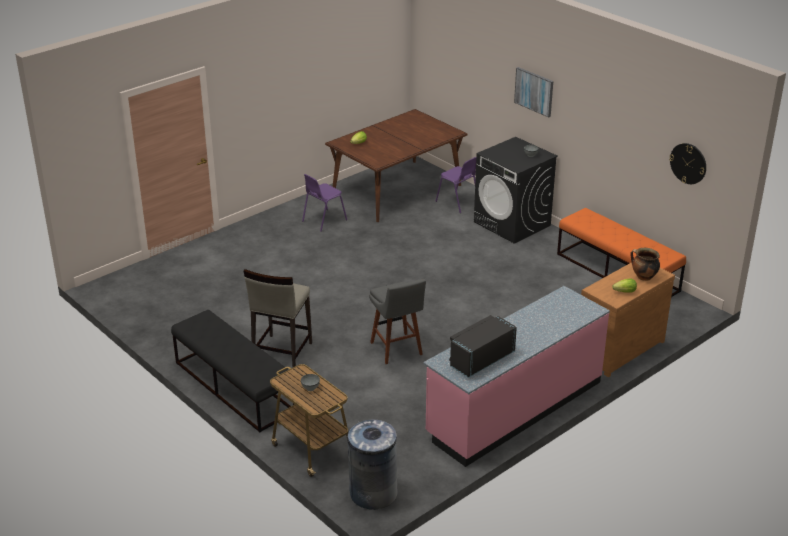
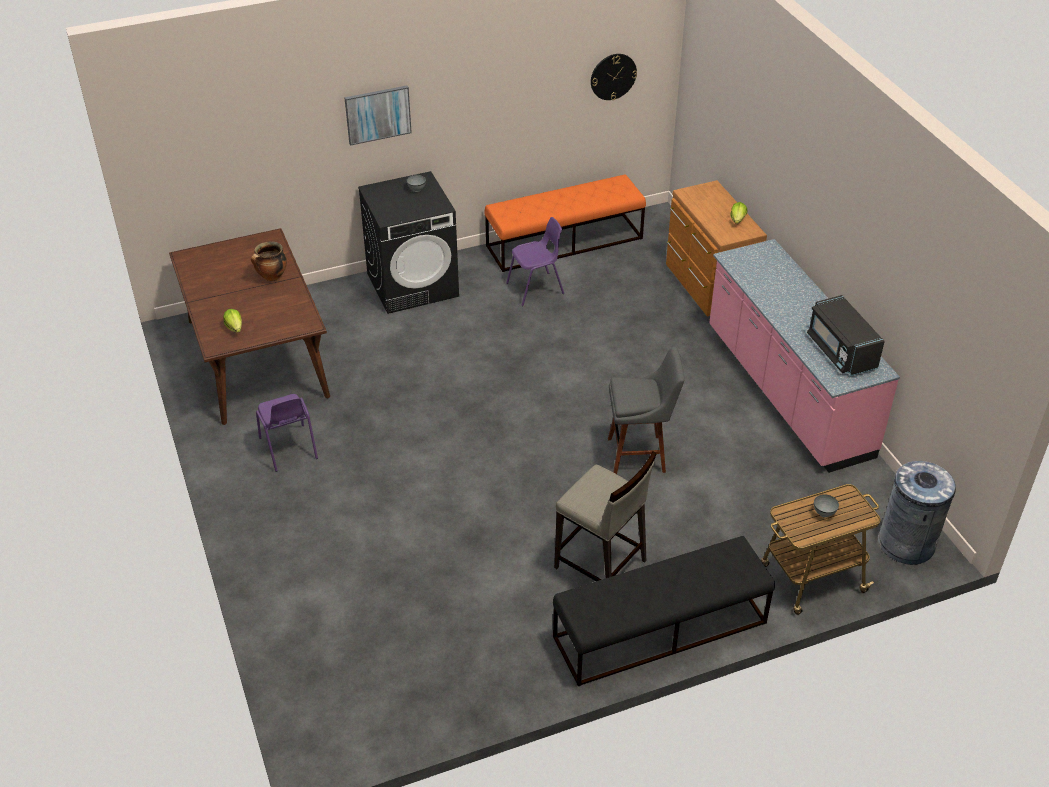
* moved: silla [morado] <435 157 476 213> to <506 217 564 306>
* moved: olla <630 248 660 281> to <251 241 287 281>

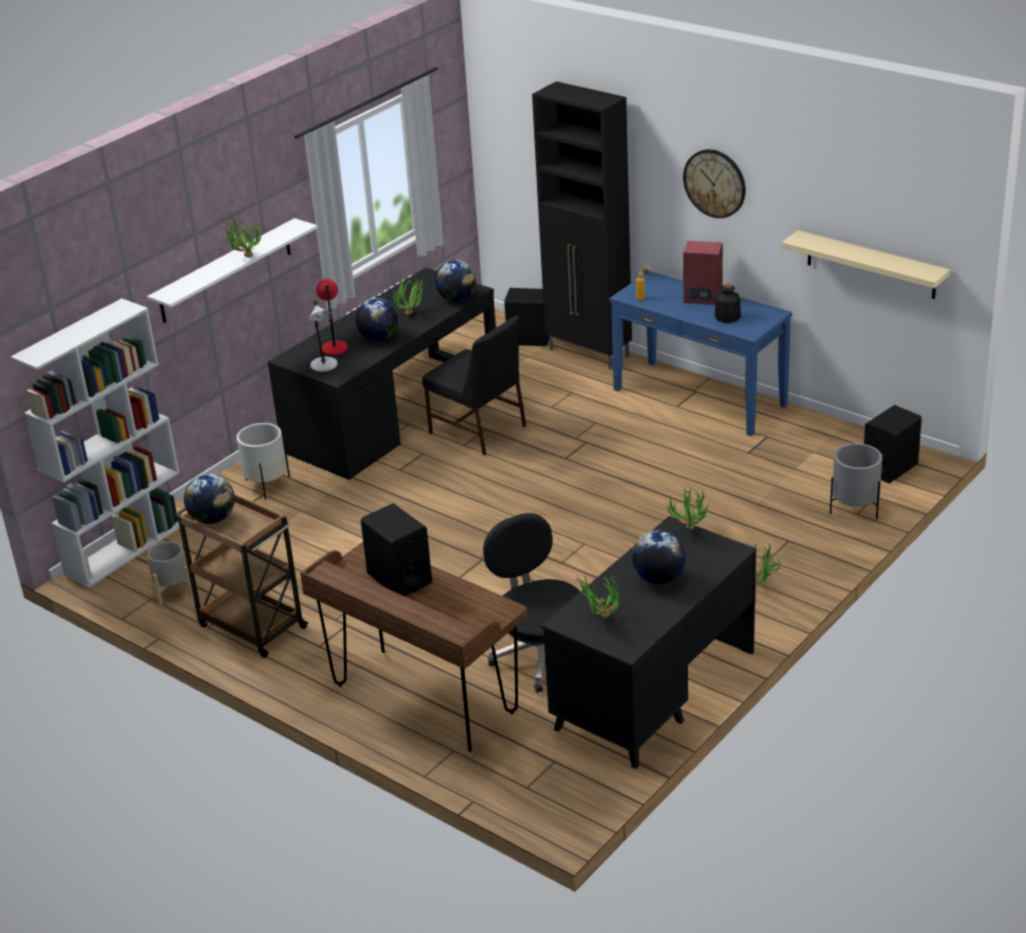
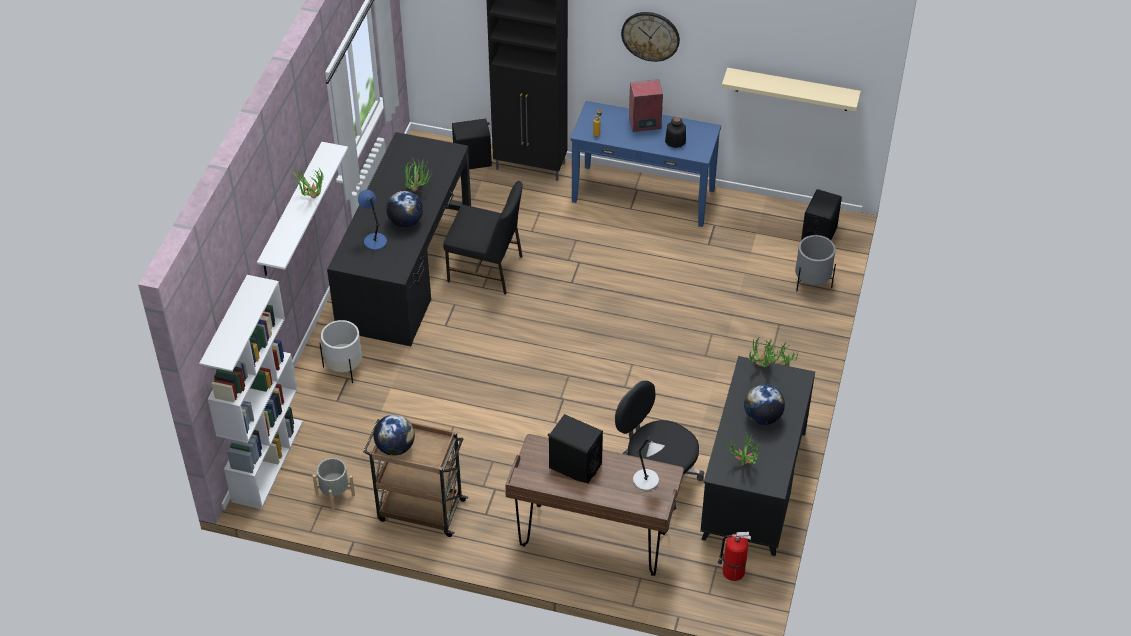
* moved: lámpara de mesa [gris] <308 300 338 372> to <633 436 665 491>
* recoloured: lámpara de mesa [rojo] <316 279 348 355> to lámpara de mesa [azul] <358 190 387 250>
* removed: globo terráqueo <435 260 476 302>
* added: extintor <718 532 751 581>

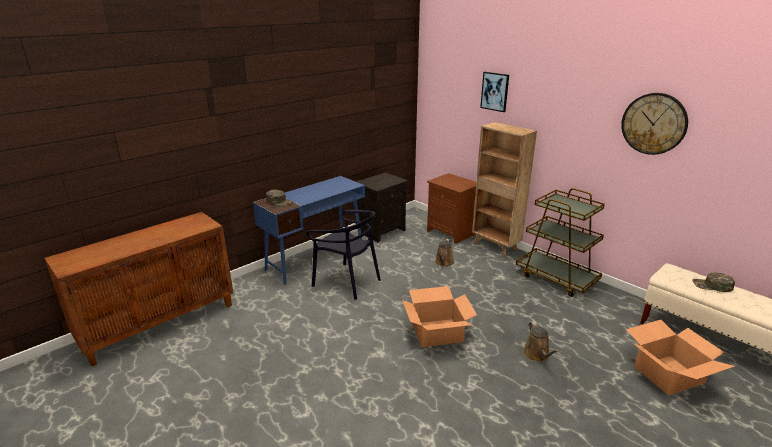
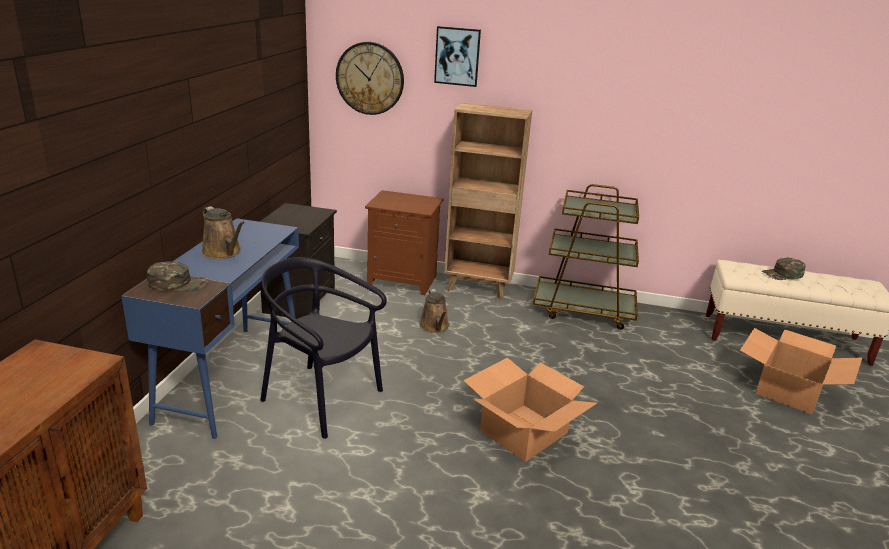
* turned: silla [negro] <306 210 381 300> = <260 257 387 439> 150 degrees counterclockwise
* moved: regadera [marrón] <523 321 559 362> to <201 206 245 259>
* moved: reloj de pared <621 93 688 155> to <336 42 404 115>

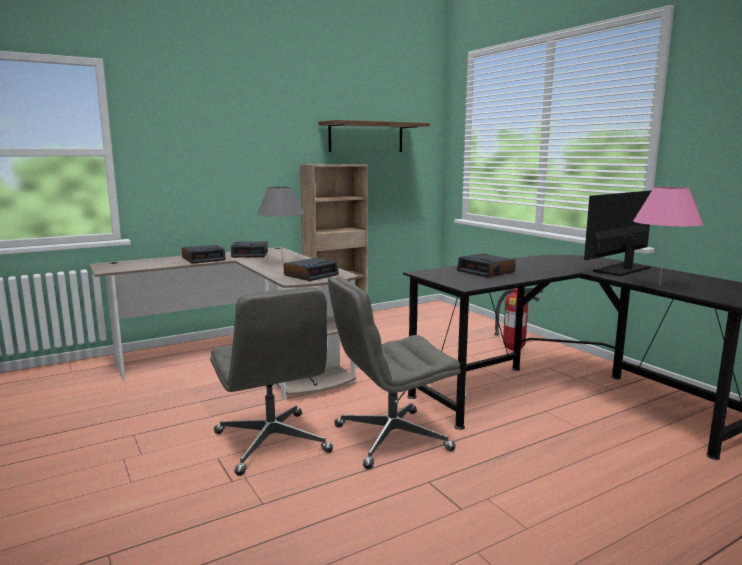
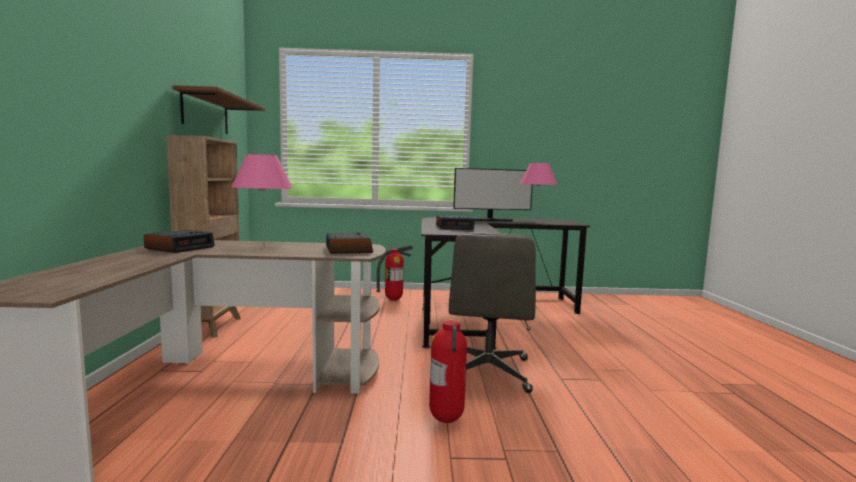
* removed: despertador <182 245 226 264>
* replaced: silla de oficina [gris] <210 287 333 476> to extintor <429 321 467 423>
* recoloured: lámpara de mesa [gris] <257 187 305 263> to lámpara de mesa [rosa] <231 154 293 240>
* turned: monitor <584 190 652 276> = <453 168 533 221> 90 degrees counterclockwise

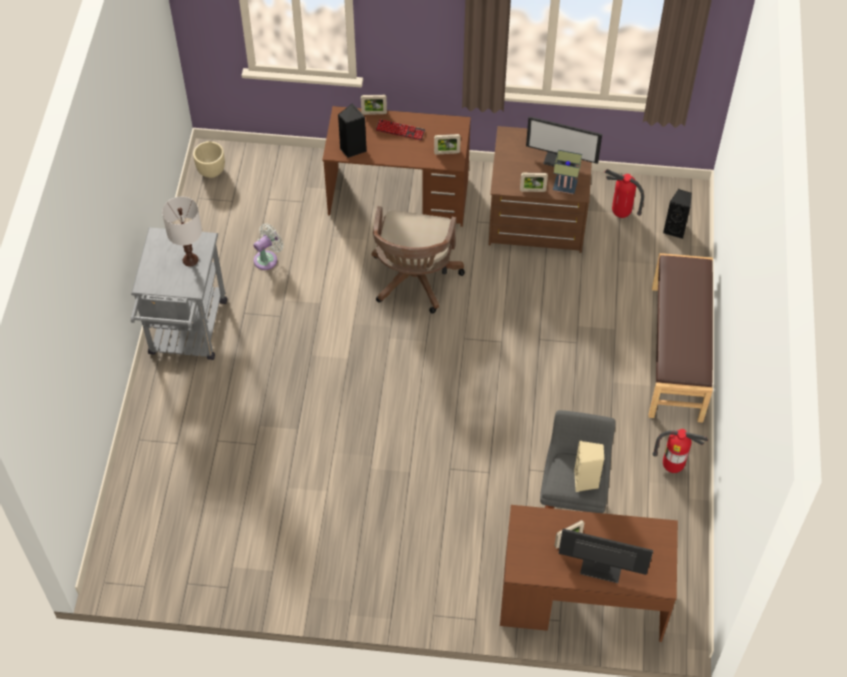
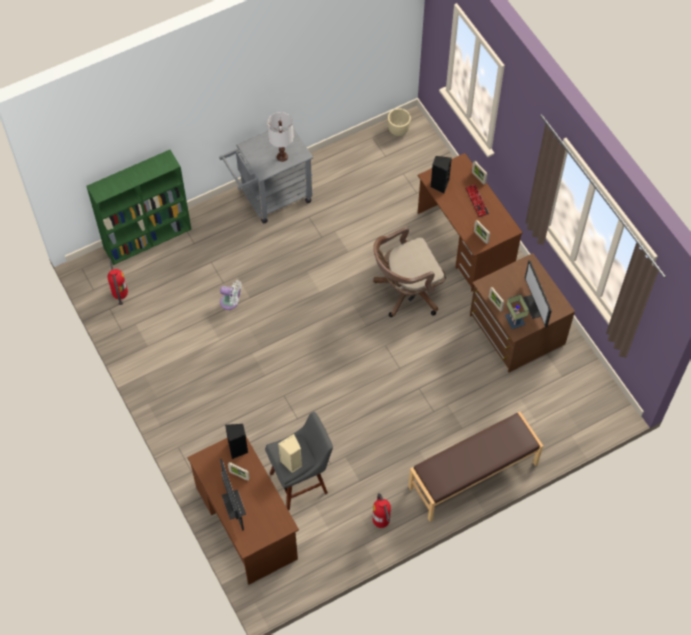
* moved: ventilador [blanco] <253 224 283 270> to <220 280 242 310>
* moved: extintor <605 169 644 218> to <108 257 128 305>
* moved: altavoz [negro] <663 189 692 239> to <225 424 248 459>
* added: estantería [verde] <86 150 192 265>

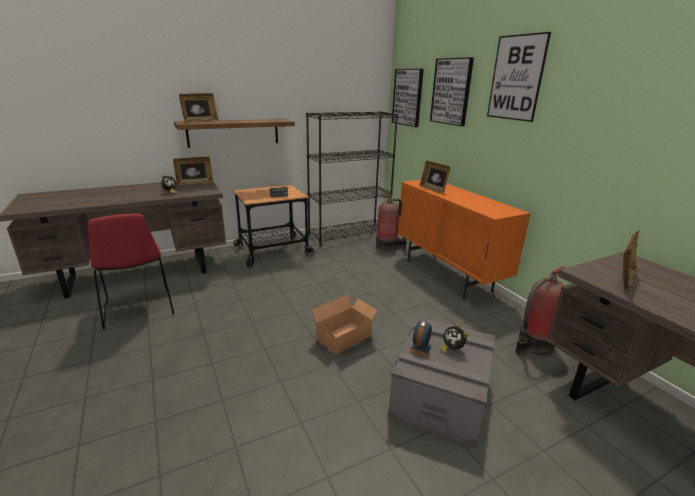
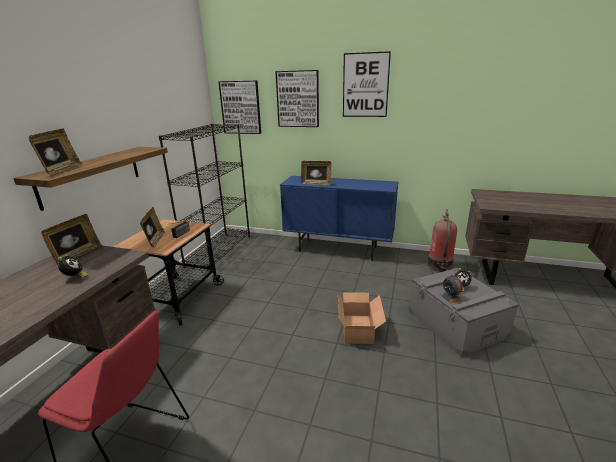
* removed: extintor <376 193 407 251>
* recoloured: armario [naranja] <398 180 531 300> to armario [azul] <280 176 398 261>
* moved: portarretratos <623 231 639 292> to <140 207 165 248>

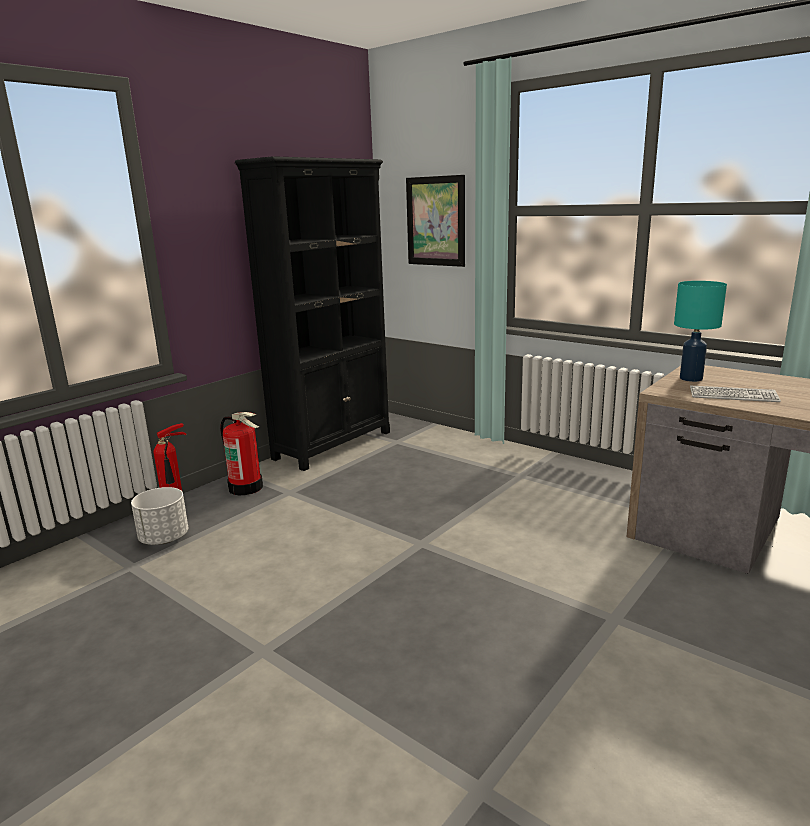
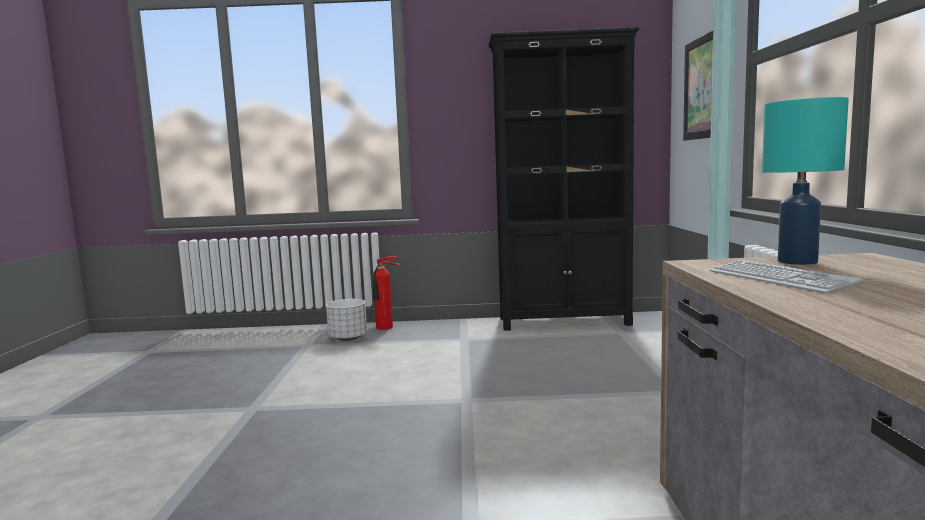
* removed: extintor <220 412 263 495>

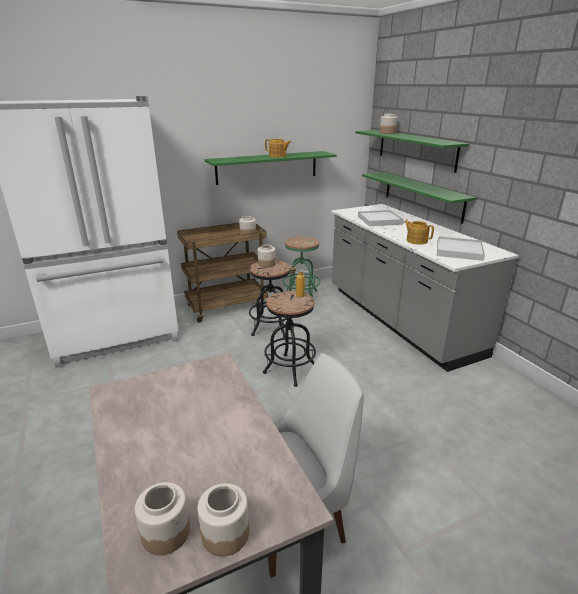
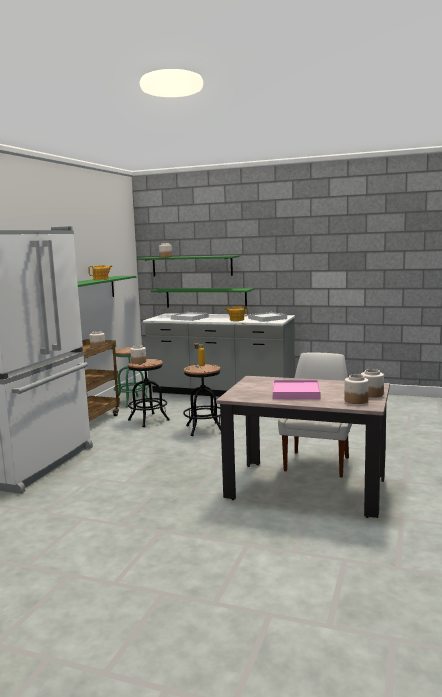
* added: bandeja [rosa] <273 380 321 399>

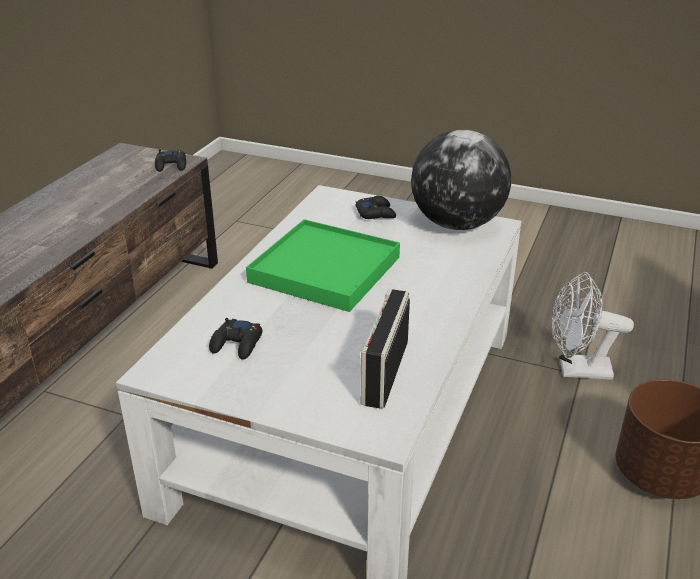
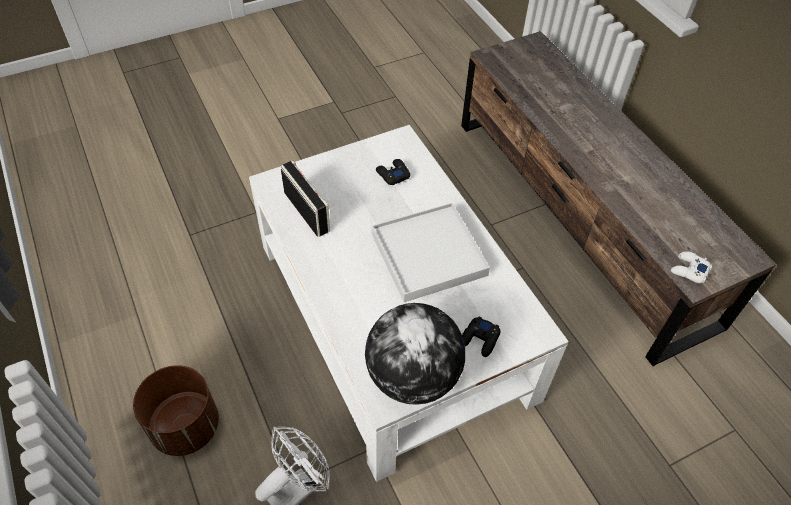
* recoloured: mando de consola [negro] <155 149 186 172> to mando de consola [blanco] <671 251 712 283>
* recoloured: bandeja [verde] <246 219 400 312> to bandeja [blanco] <372 203 490 302>

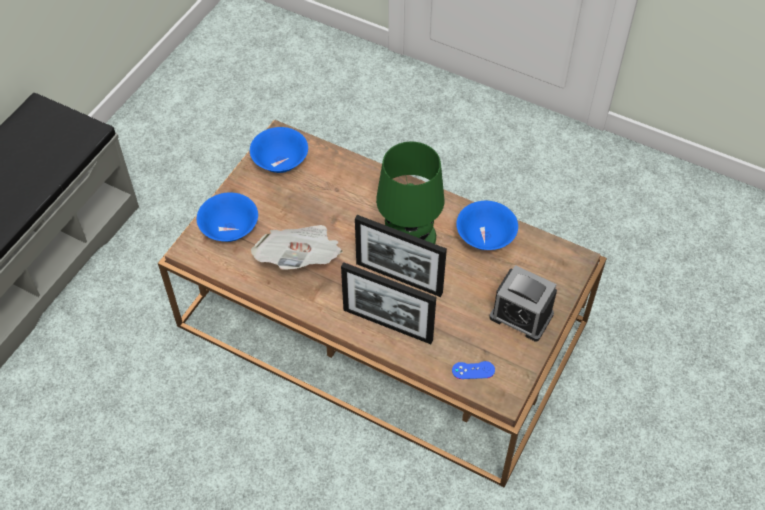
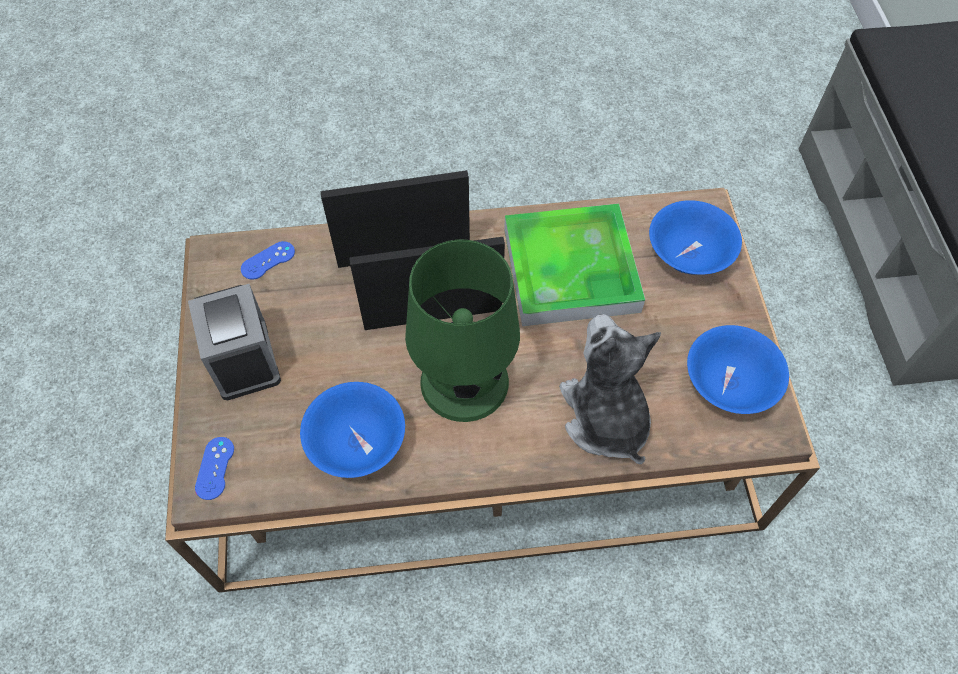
* replaced: periódico <251 225 343 270> to bandeja <504 204 645 326>
* turned: despertador <489 265 557 341> = <188 284 281 400> 75 degrees clockwise
* added: mando de consola [azul] <195 437 234 500>
* added: peluche <559 314 661 464>

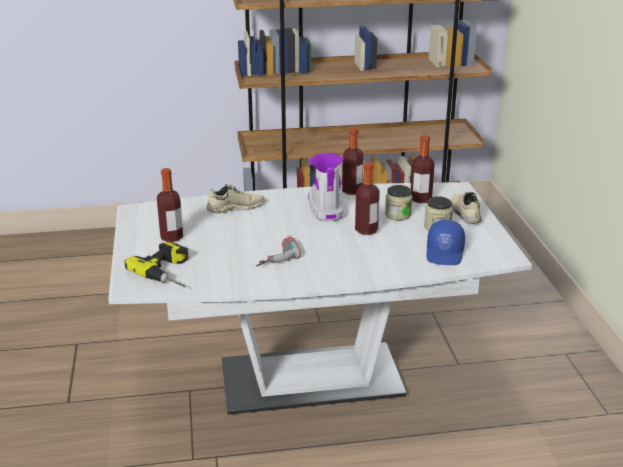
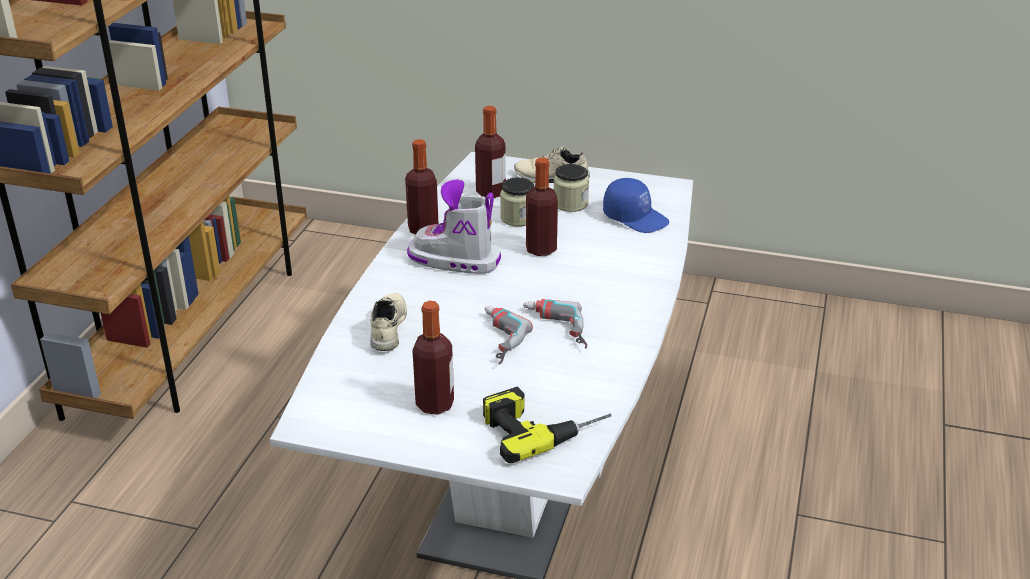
* added: taladro <485 306 533 365>

